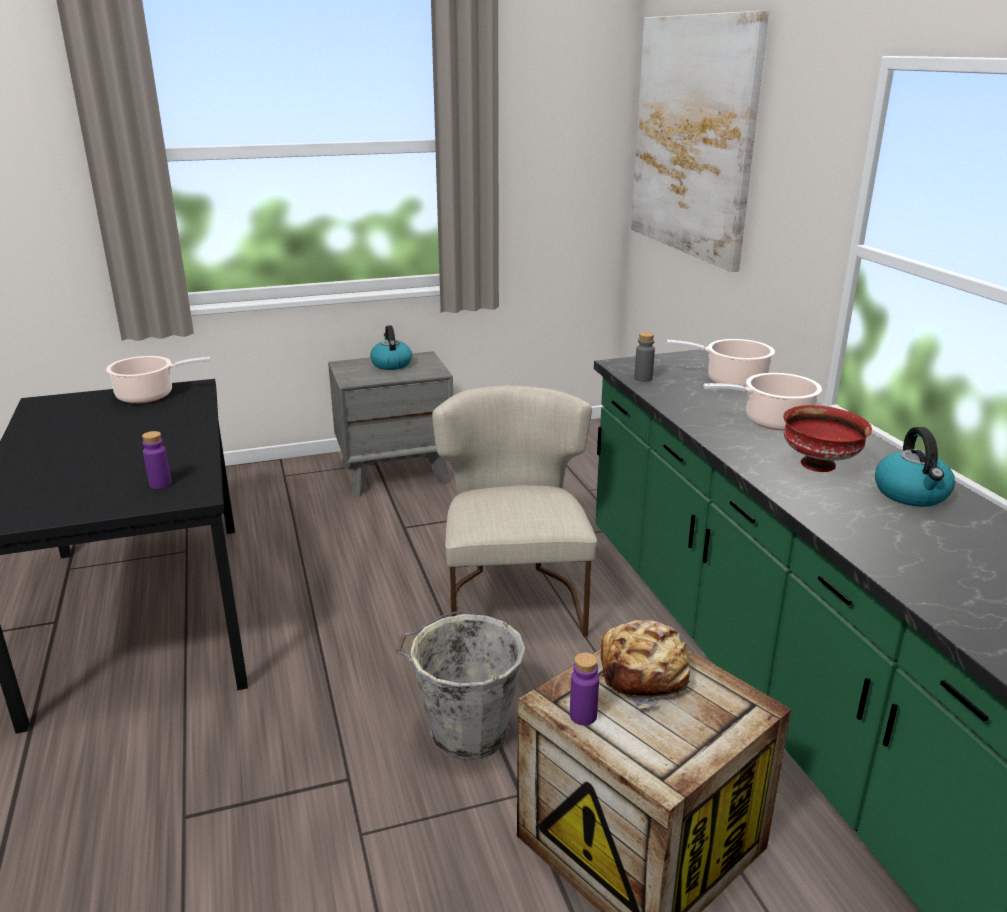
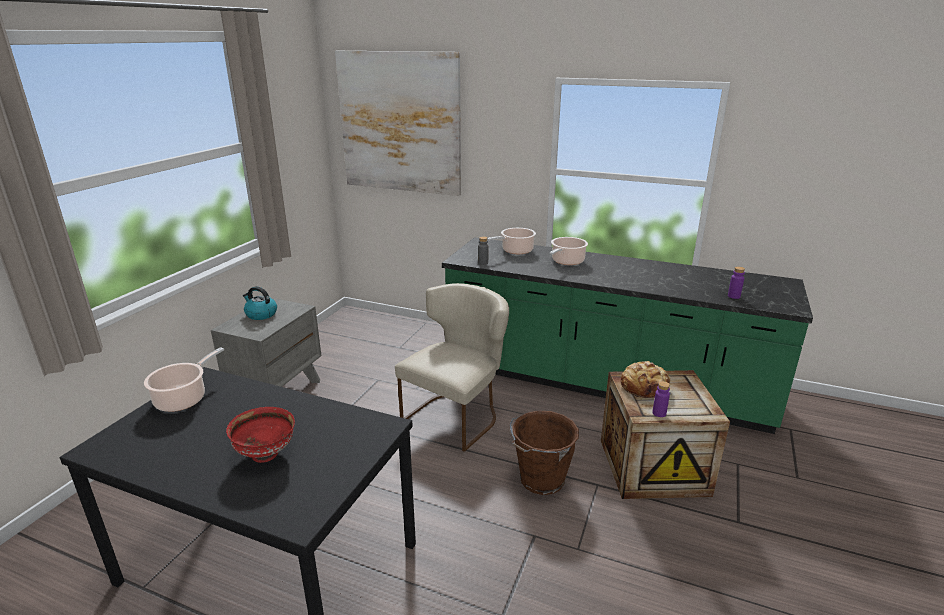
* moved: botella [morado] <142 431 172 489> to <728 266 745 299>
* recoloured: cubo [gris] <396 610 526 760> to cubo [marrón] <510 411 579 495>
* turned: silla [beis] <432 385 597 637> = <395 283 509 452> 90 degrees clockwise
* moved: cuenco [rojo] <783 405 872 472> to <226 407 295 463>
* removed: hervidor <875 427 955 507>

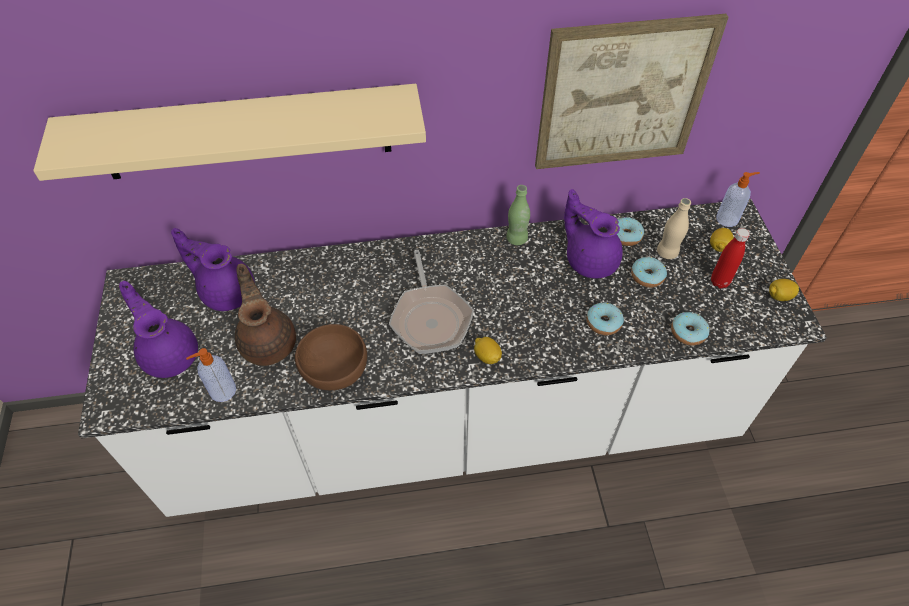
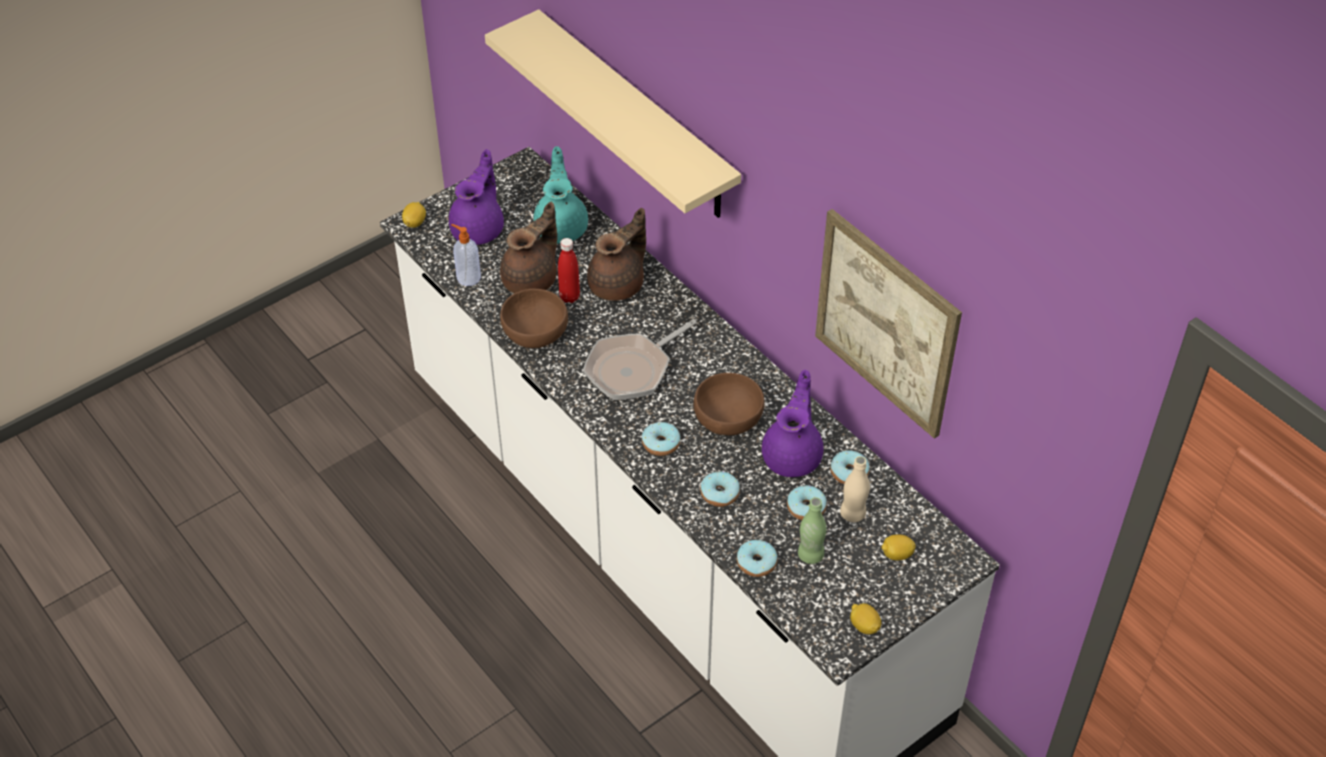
* recoloured: tetera [morado] <171 228 255 311> to tetera [turquesa] <533 146 588 244>
* moved: limón <474 337 502 364> to <402 202 426 228>
* moved: botella [verde] <506 185 530 245> to <798 497 826 564>
* moved: botella [rojo] <711 228 750 288> to <558 238 580 303>
* removed: dispensador de jabón <716 172 760 227>
* added: tetera [marrón] <587 208 646 301>
* added: rosquilla <642 422 680 456>
* added: cuenco [marrón] <694 373 765 435>

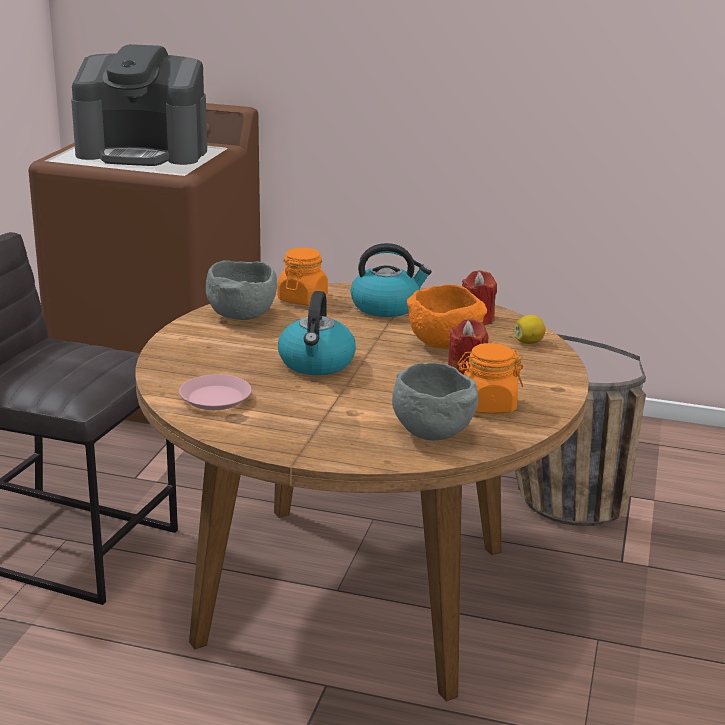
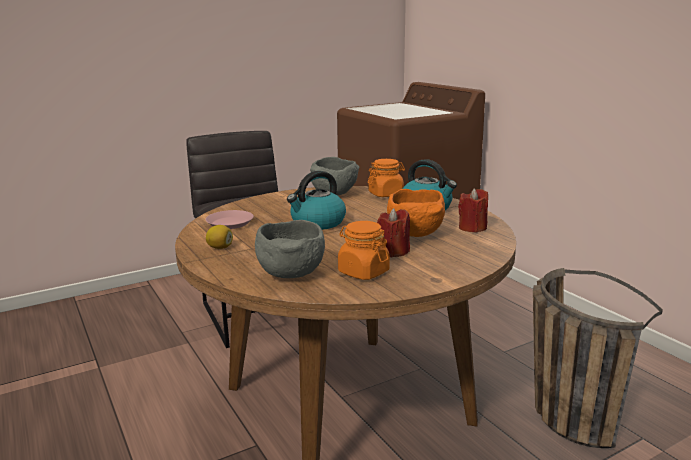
* removed: cafetera <71 44 207 166>
* moved: limón <514 315 546 344> to <206 225 233 249>

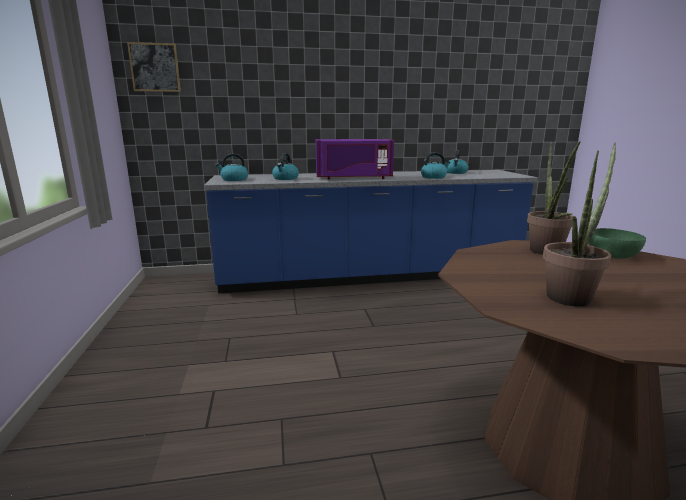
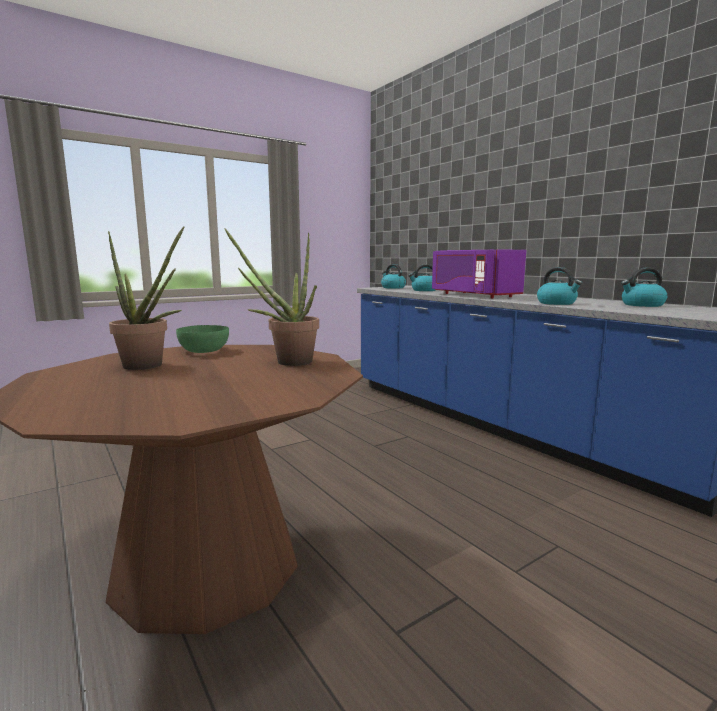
* removed: cuadro <127 42 181 92>
* moved: cuenco [verde] <588 228 646 259> to <176 325 229 353>

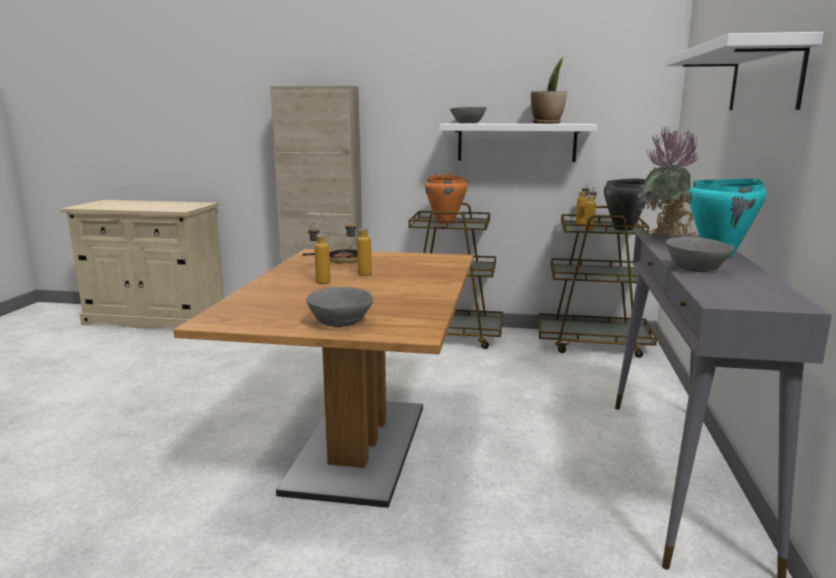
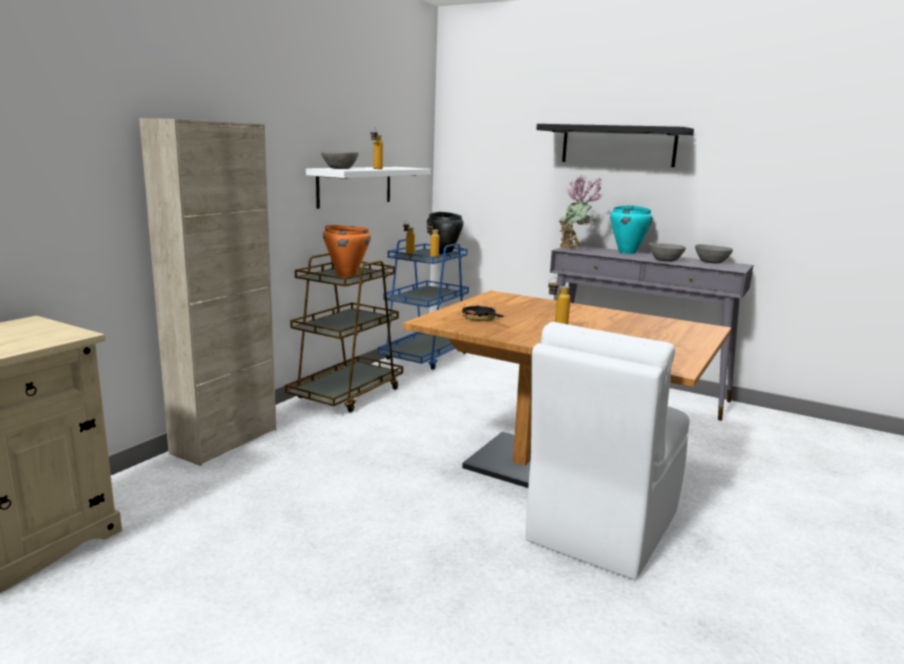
* moved: cuenco [gris] <306 287 373 327> to <695 244 733 264>
* moved: botella <345 219 372 276> to <370 127 383 169>
* removed: planta en maceta <531 56 567 124>
* recoloured: carrito [marrón] <538 206 657 358> to carrito [azul] <378 239 469 370>
* recoloured: estante [blanco] <666 32 824 110> to estante [negro] <536 124 694 167>
* added: silla [blanco] <526 322 690 580>

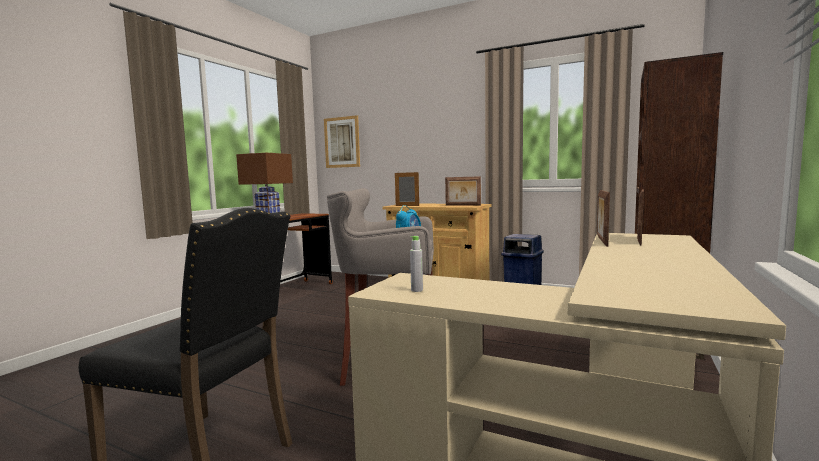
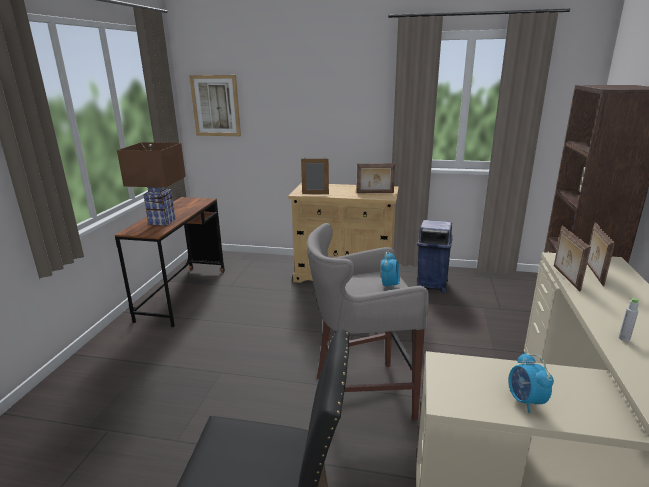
* moved: botella [gris] <410 236 423 292> to <619 298 639 342>
* added: despertador <509 352 554 413>

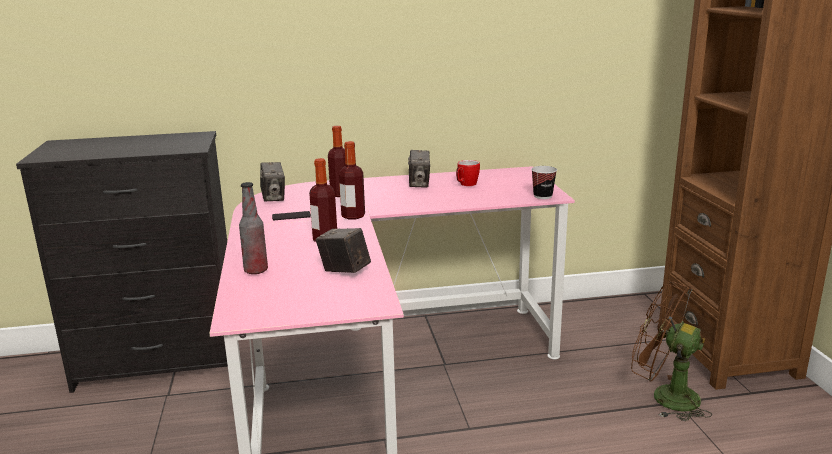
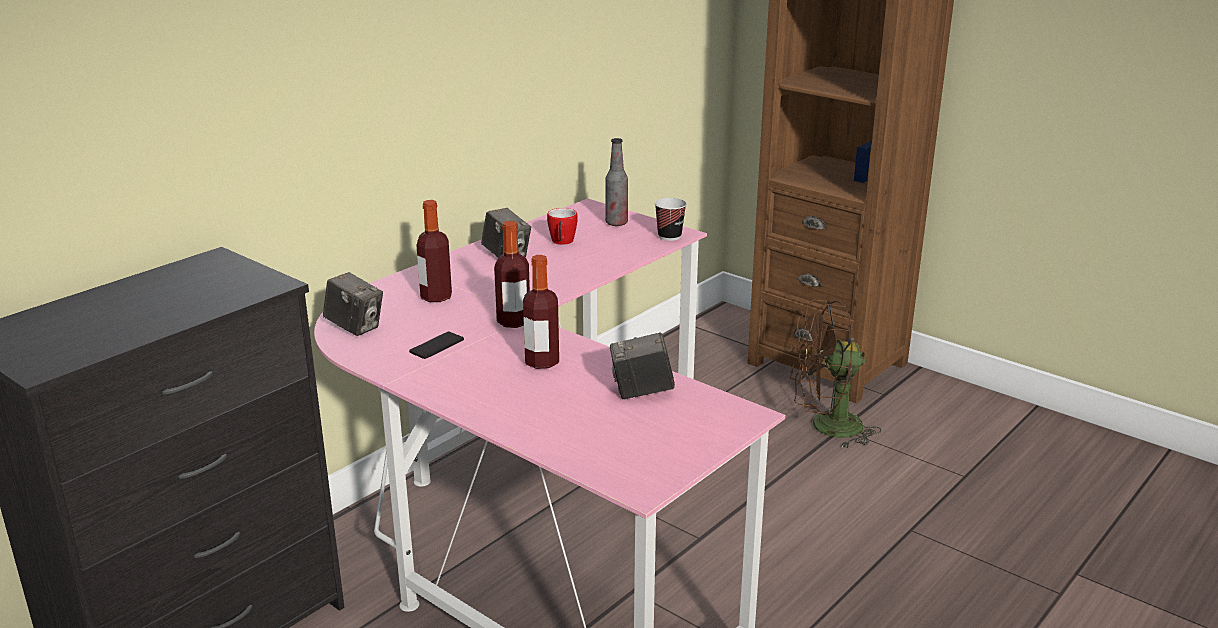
* moved: botella <239 182 268 274> to <605 138 628 226>

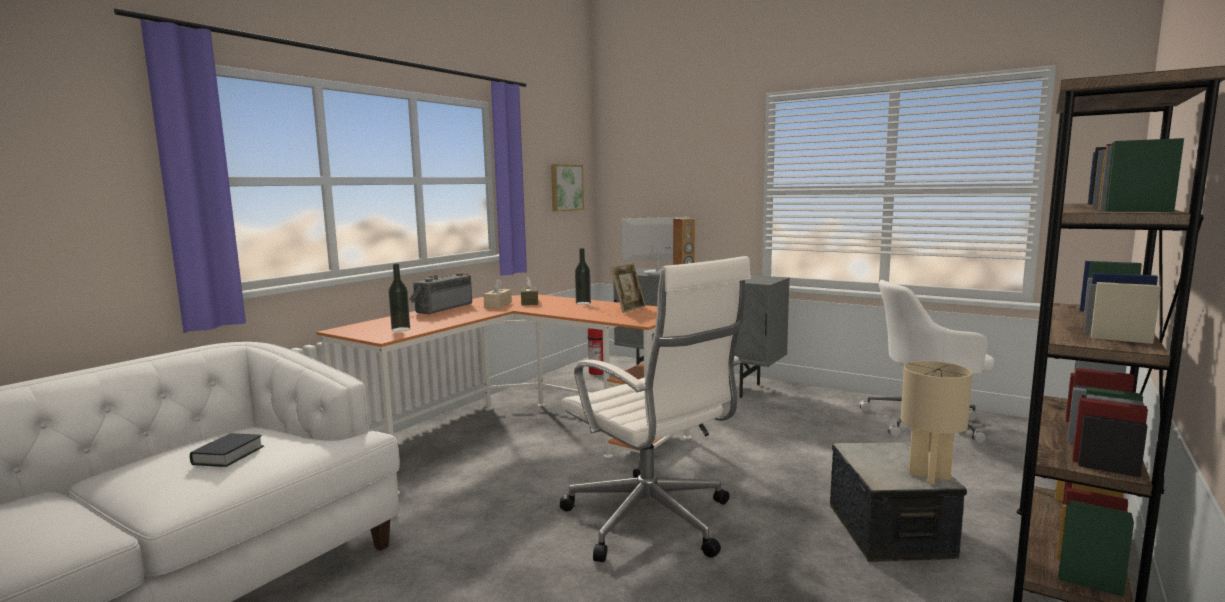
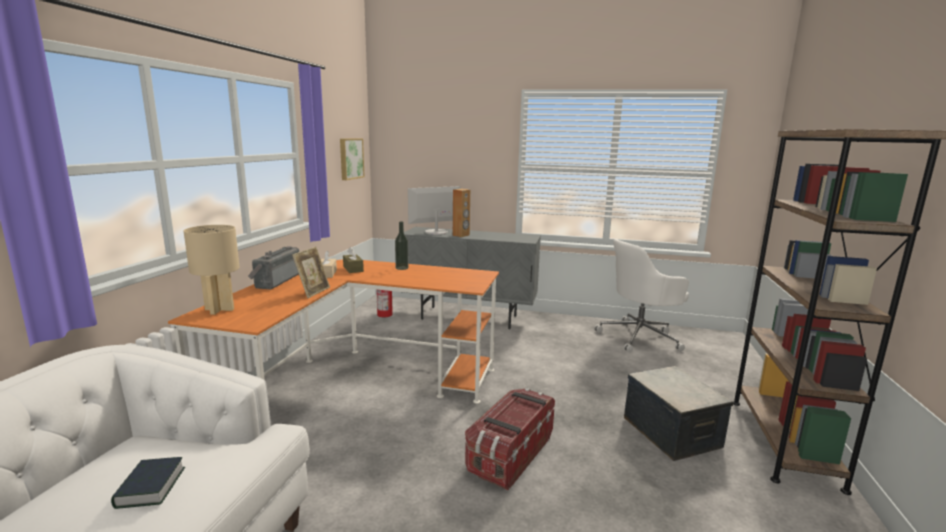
* removed: botella <388 264 410 331>
* replaced: silla de oficina [blanco] <560 256 751 562> to caja de almacenaje <465 388 555 491>
* moved: portarretratos <610 263 646 313> to <292 247 330 298>
* moved: lámpara de mesa [beis] <901 361 972 485> to <184 225 239 315>

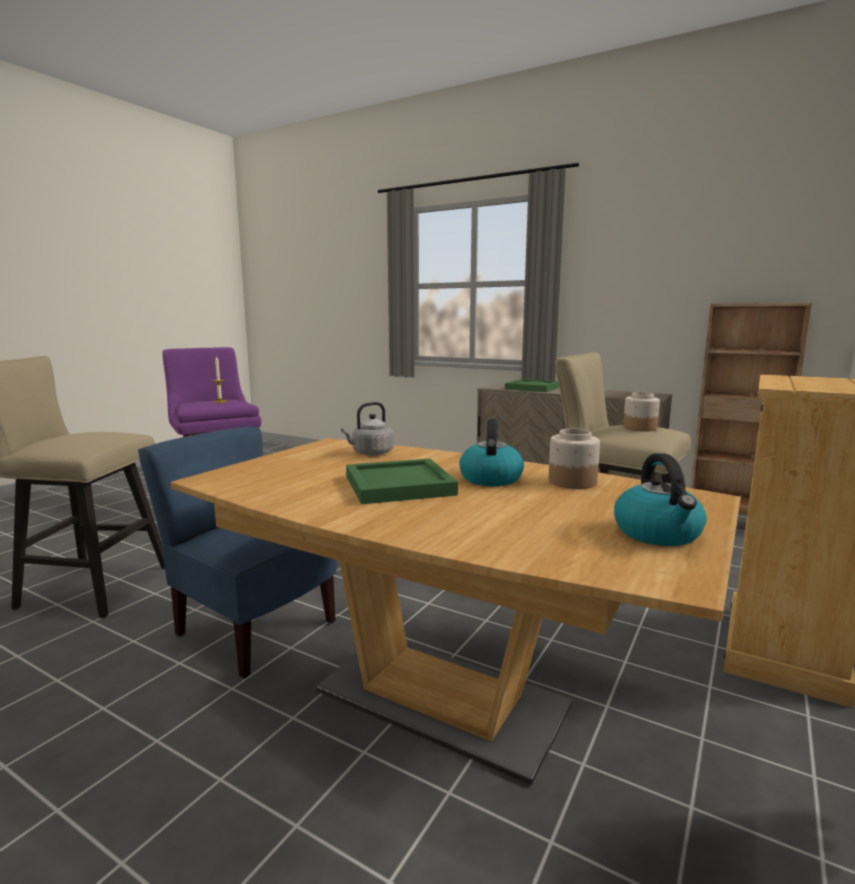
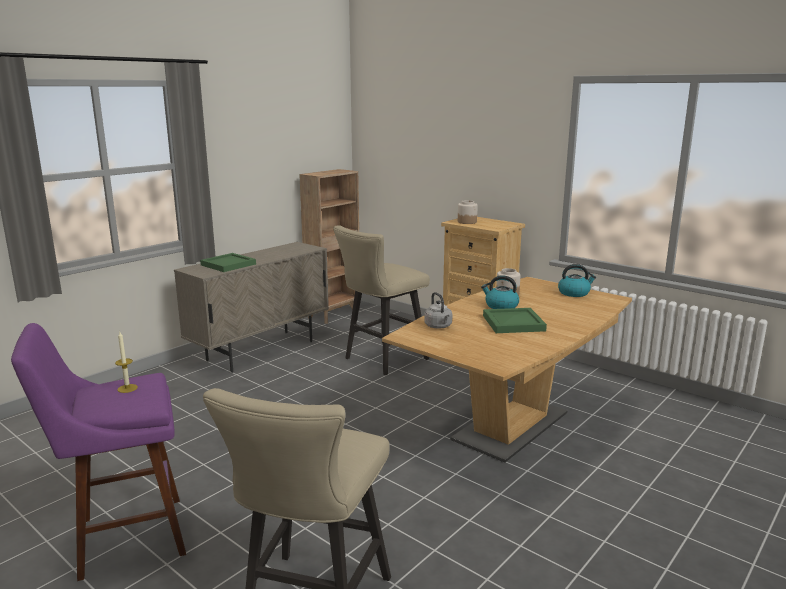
* removed: silla [azul] <138 427 336 679>
* moved: tarro <623 392 660 431> to <458 200 478 224>

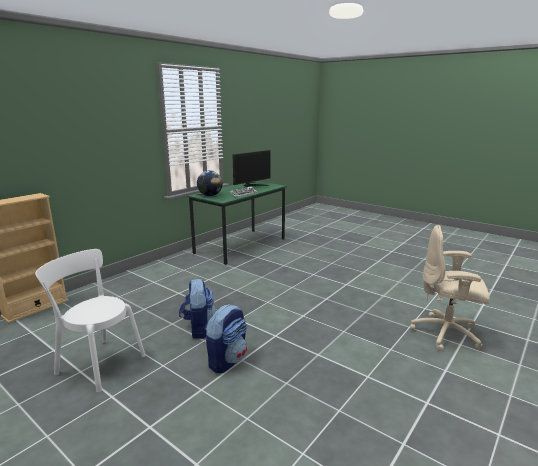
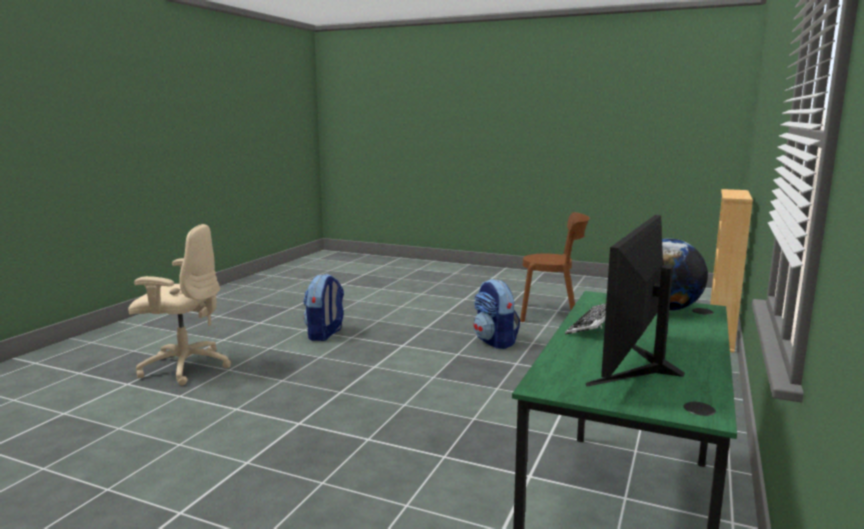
* recoloured: silla [blanco] <35 249 146 392> to silla [marrón] <520 212 590 322>
* moved: mochila <205 304 247 373> to <303 274 344 341>

